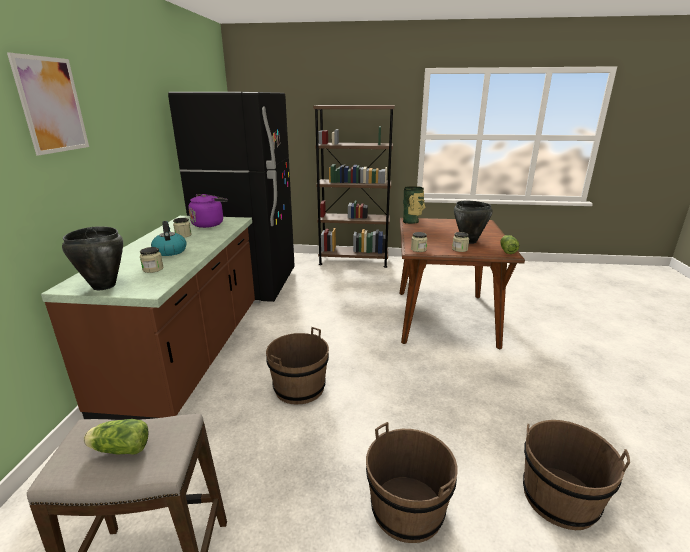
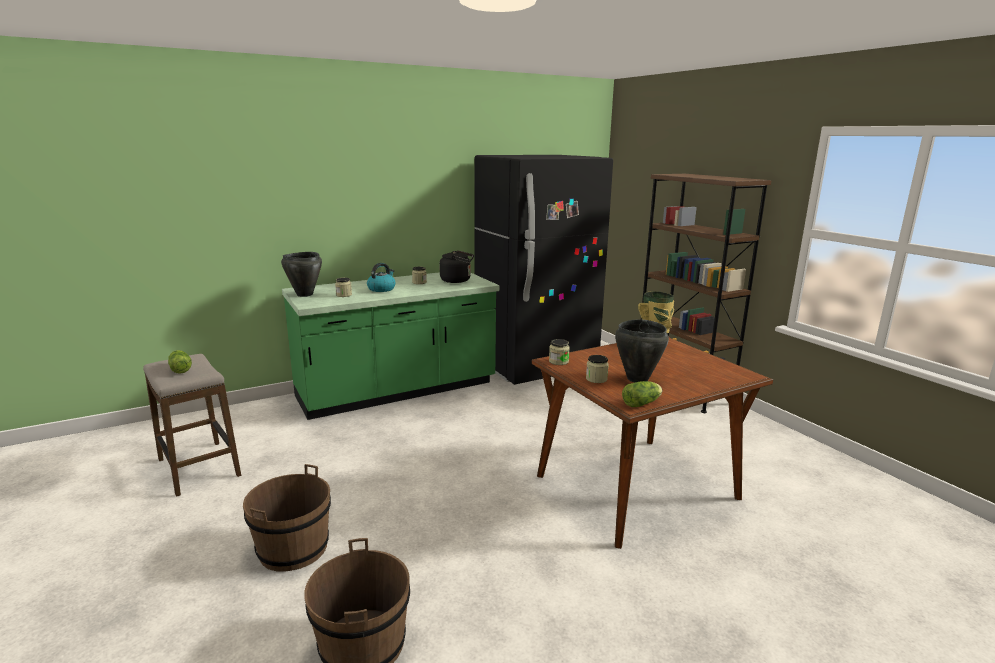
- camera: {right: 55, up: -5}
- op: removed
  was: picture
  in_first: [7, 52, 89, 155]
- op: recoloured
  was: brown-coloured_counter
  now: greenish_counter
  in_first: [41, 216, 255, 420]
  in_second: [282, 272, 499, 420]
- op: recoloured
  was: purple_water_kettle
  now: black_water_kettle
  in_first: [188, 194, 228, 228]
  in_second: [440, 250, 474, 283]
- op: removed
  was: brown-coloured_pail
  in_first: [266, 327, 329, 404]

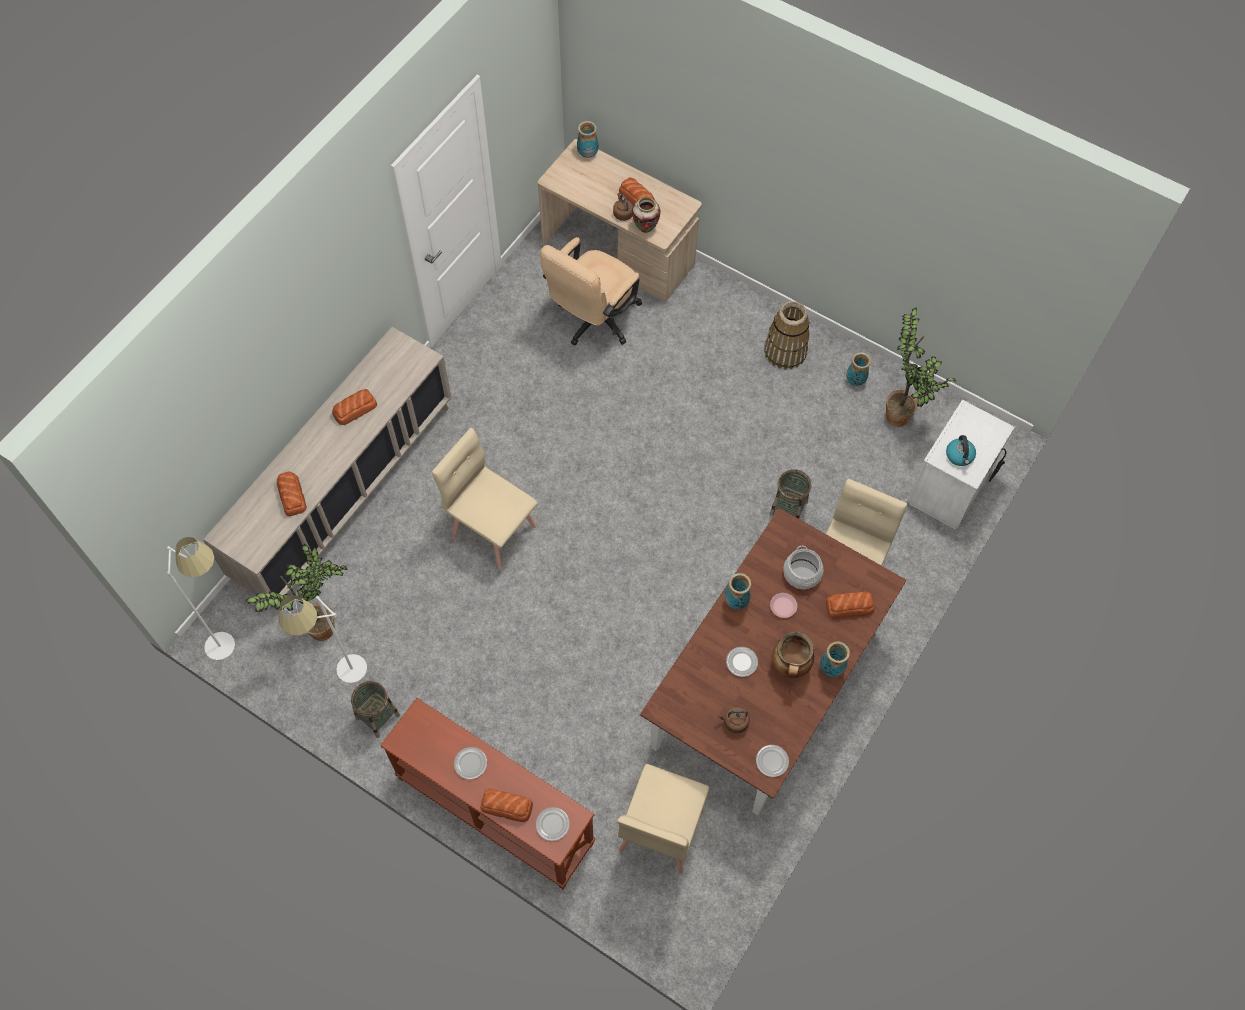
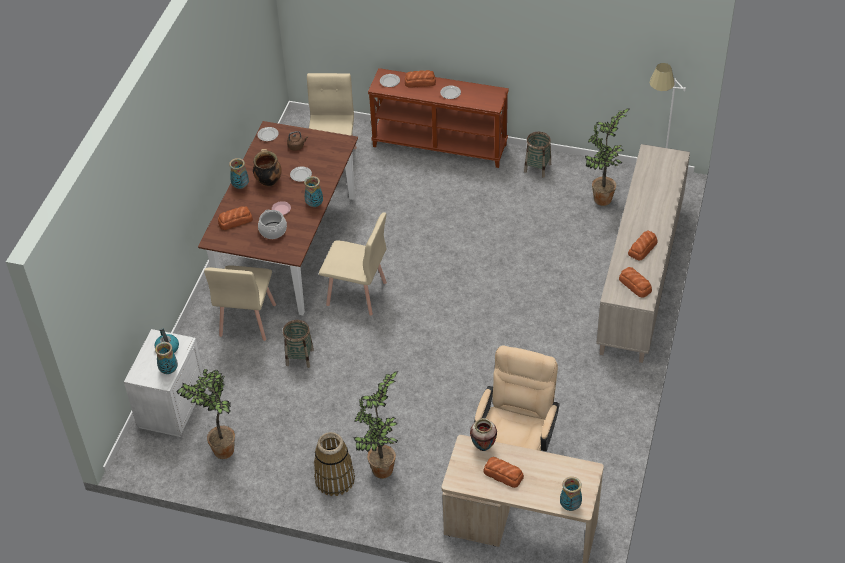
- camera: {right: 165, up: -15}
- op: moved
  was: bread
  in_first: [277, 472, 307, 516]
  in_second: [619, 267, 652, 298]
- op: removed
  was: white_standard_lamp
  in_first: [279, 595, 367, 683]
- op: moved
  was: sand-coloured_chair
  in_first: [432, 428, 538, 570]
  in_second: [319, 212, 387, 316]
- op: removed
  was: brown-coloured_water_kettle
  in_first: [613, 193, 633, 221]
- op: moved
  was: flower_vase
  in_first: [846, 352, 871, 386]
  in_second: [155, 342, 178, 374]
- op: added
  now: potted_plant
  in_second: [353, 371, 398, 479]

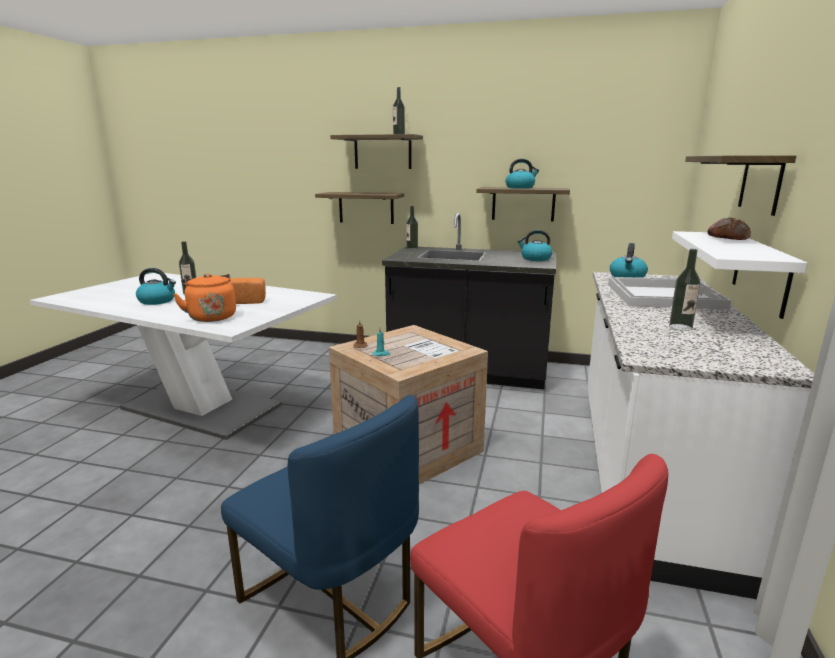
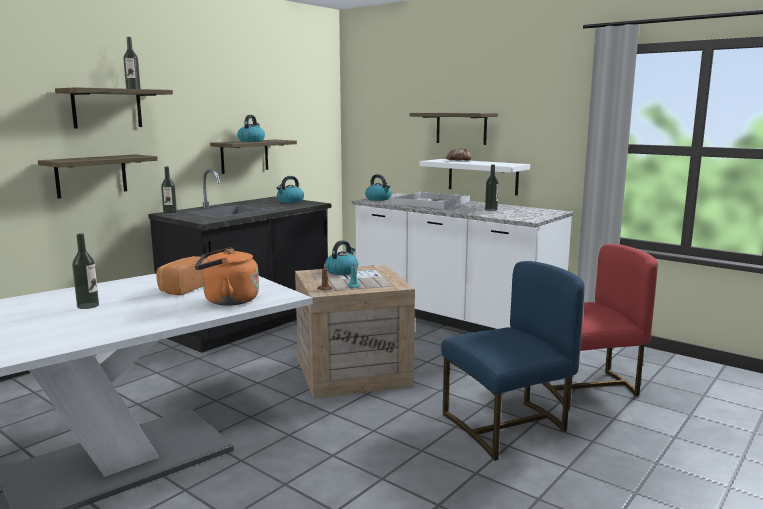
- camera: {right: -65, up: -5}
- op: moved
  was: water_kettle
  in_first: [136, 268, 176, 305]
  in_second: [325, 240, 358, 275]

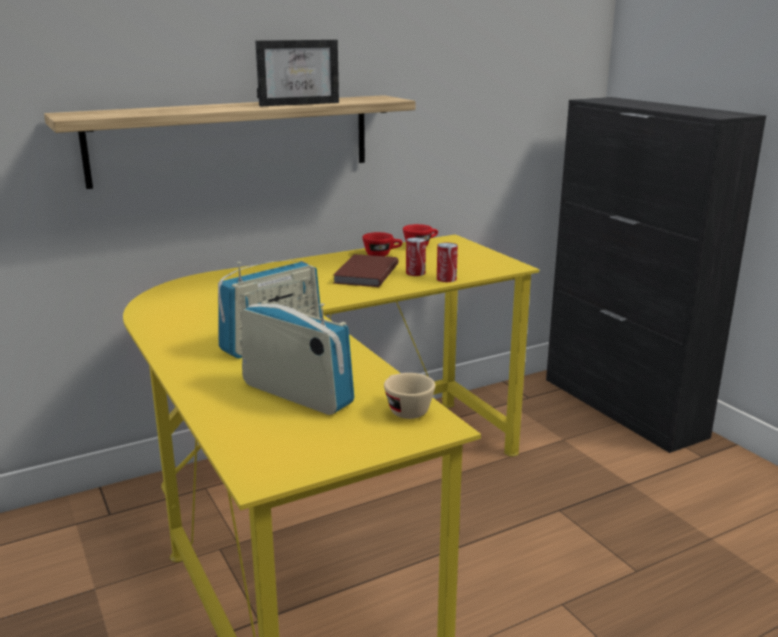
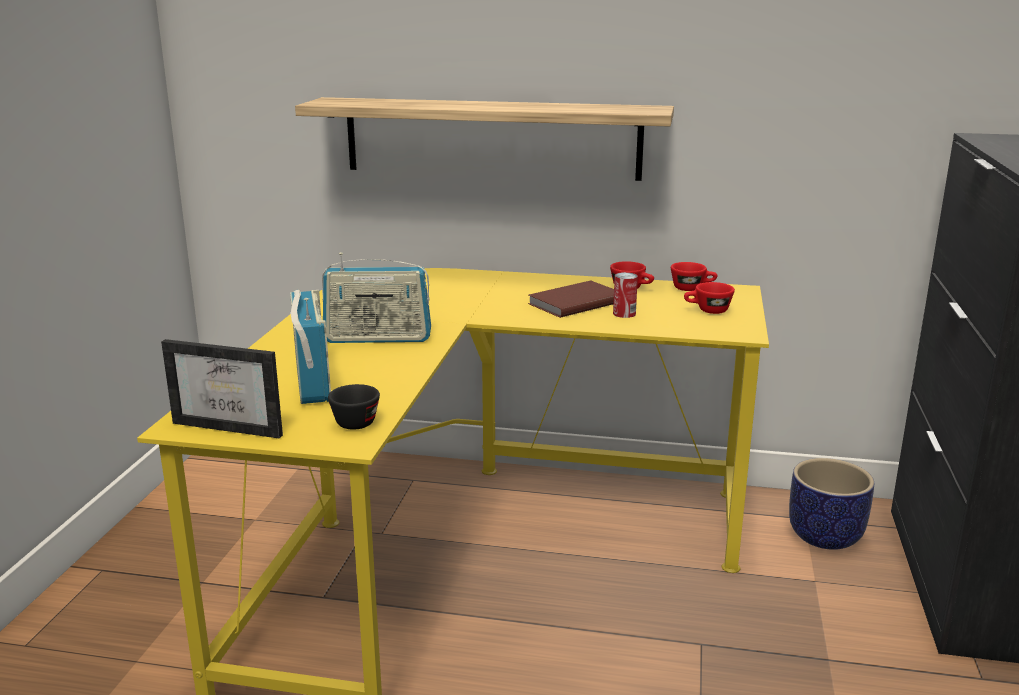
- camera: {right: 40, up: 0}
- op: moved
  was: standing_frame
  in_first: [255, 40, 339, 107]
  in_second: [161, 339, 283, 438]
- op: recoloured
  was: sand-coloured_small_cup
  now: black_small_cup
  in_first: [384, 373, 435, 419]
  in_second: [328, 384, 380, 429]
- op: removed
  was: sealed_can
  in_first: [437, 243, 458, 282]
- op: added
  now: red_small_cup
  in_second: [684, 282, 735, 314]
- op: added
  now: planter
  in_second: [789, 458, 874, 550]

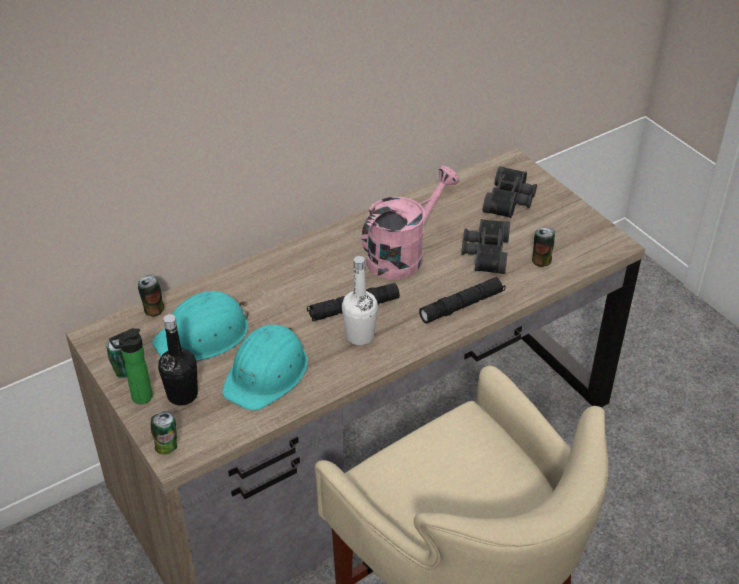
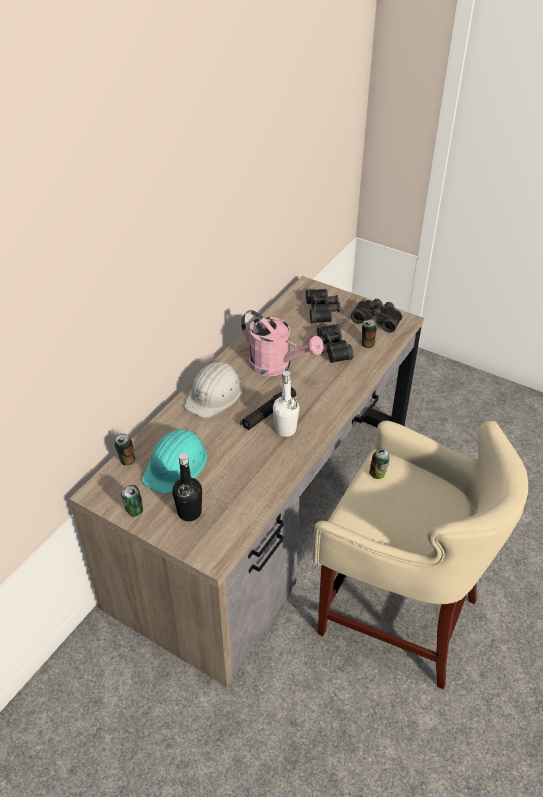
- camera: {right: -25, up: 0}
- op: removed
  was: beverage_bottle
  in_first: [109, 328, 153, 404]
- op: moved
  was: sealed_can
  in_first: [151, 411, 177, 454]
  in_second: [369, 448, 390, 479]
- op: removed
  was: turquoise-coloured_safety_helmet
  in_first: [222, 325, 308, 411]
- op: turned
  was: pink_watering_pot
  in_first: [361, 166, 459, 279]
  in_second: [241, 310, 324, 376]
  clockwise: 105
- op: removed
  was: black_flashlight
  in_first: [419, 277, 506, 323]
- op: added
  now: white_safety_helmet
  in_second: [184, 362, 243, 418]
- op: added
  now: black_binoculars
  in_second: [351, 299, 402, 333]

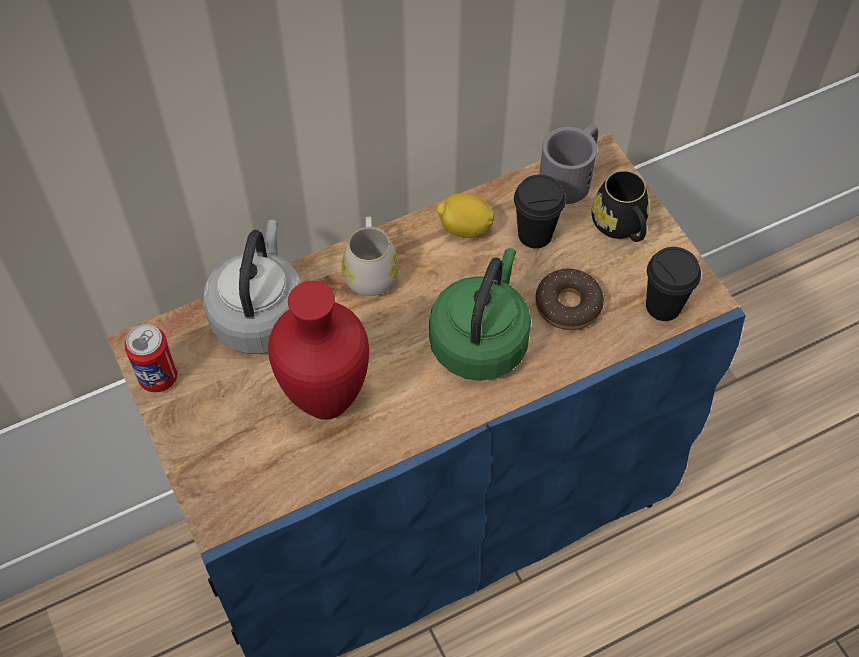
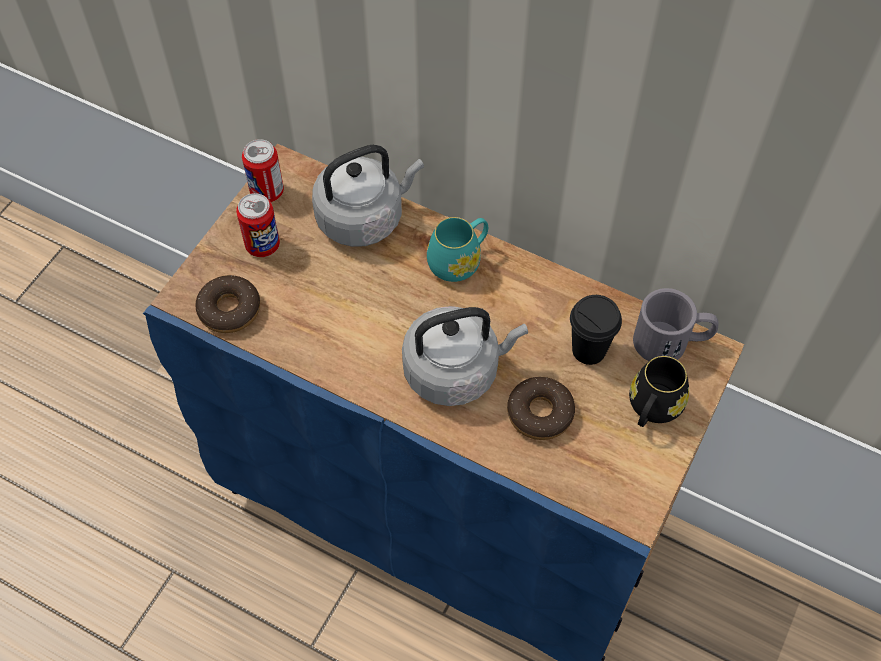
- camera: {right: 55, up: 0}
- op: removed
  was: red_flower_vase
  in_first: [268, 281, 369, 420]
- op: recoloured
  was: white_tea_mug
  now: turquoise-coloured_tea_mug
  in_first: [342, 217, 400, 296]
  in_second: [427, 217, 488, 282]
- op: recoloured
  was: greenish_water_kettle
  now: grey_water_kettle
  in_first: [429, 248, 531, 381]
  in_second: [402, 306, 528, 406]
- op: removed
  was: lemon
  in_first: [436, 193, 495, 238]
- op: removed
  was: black_small_cup
  in_first: [646, 247, 701, 321]
- op: added
  now: ring_doughnut
  in_second: [195, 275, 260, 333]
- op: added
  now: sealed_can
  in_second: [236, 193, 280, 257]

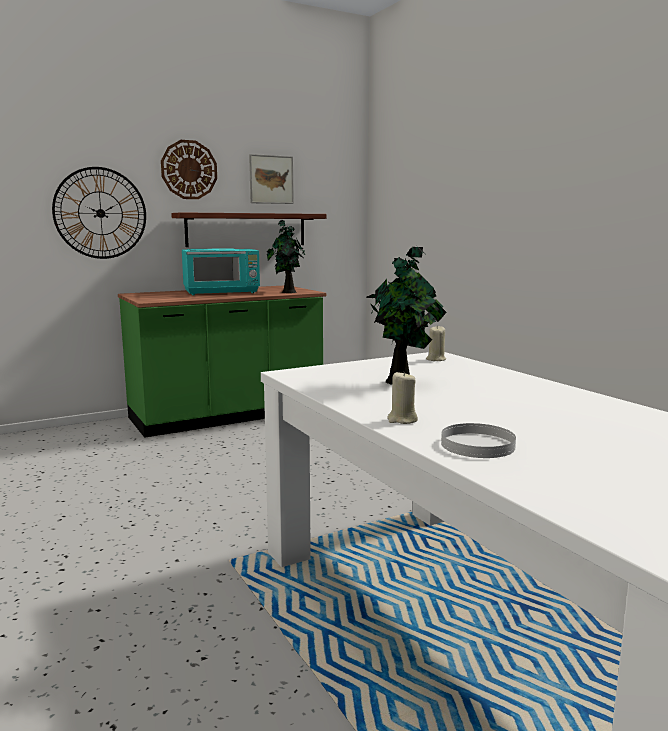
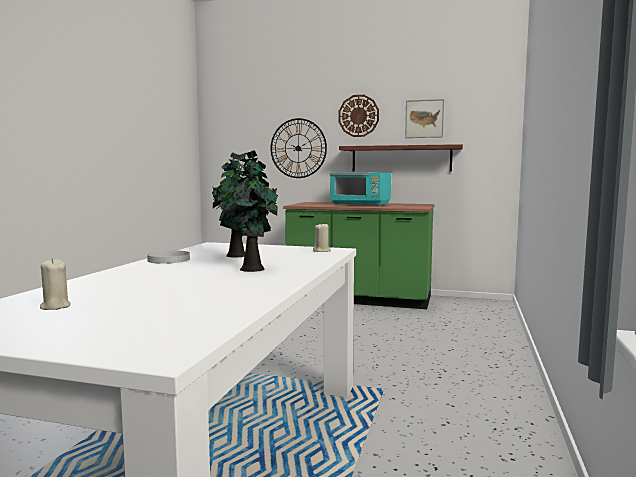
- camera: {right: 45, up: -5}
- op: moved
  was: potted_plant
  in_first: [267, 220, 305, 293]
  in_second: [220, 150, 278, 272]
- op: moved
  was: sand-coloured_wax_light
  in_first: [387, 371, 418, 424]
  in_second: [40, 258, 71, 310]
- op: moved
  was: white_plate
  in_first: [441, 423, 516, 458]
  in_second: [147, 250, 190, 264]

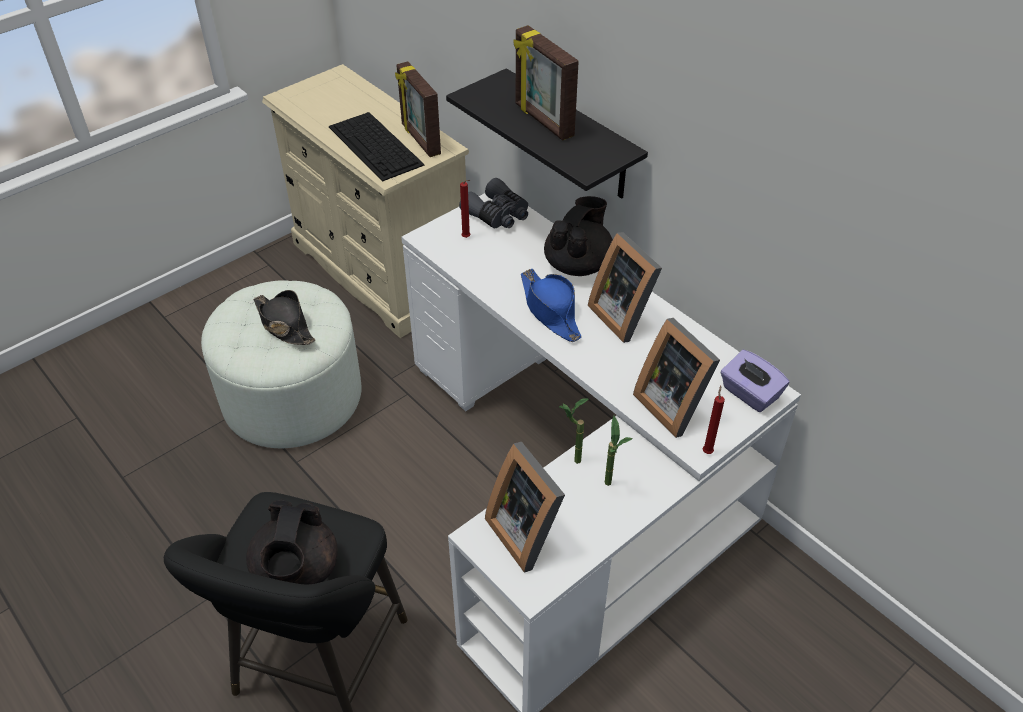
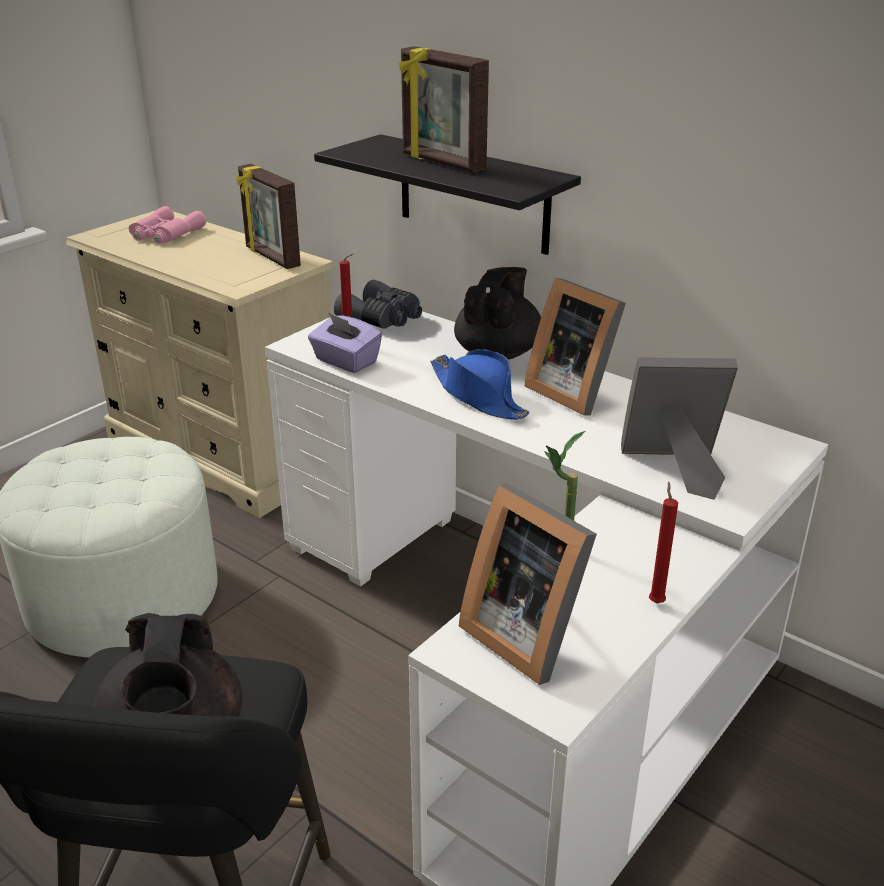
- camera: {right: -10, up: -15}
- op: removed
  was: black_wearable_hat
  in_first: [253, 290, 315, 345]
- op: removed
  was: PC_keyboard
  in_first: [329, 112, 425, 182]
- op: removed
  was: potted_plant
  in_first: [605, 416, 633, 486]
- op: turned
  was: standing_frame
  in_first: [633, 318, 720, 438]
  in_second: [621, 357, 738, 500]
  clockwise: 135
- op: moved
  was: red_wax_light
  in_first: [703, 385, 725, 454]
  in_second: [649, 482, 678, 603]
- op: moved
  was: purple_tissue_holder
  in_first: [721, 350, 789, 412]
  in_second: [308, 312, 382, 373]
- op: added
  now: pink_binoculars
  in_second: [129, 206, 206, 244]

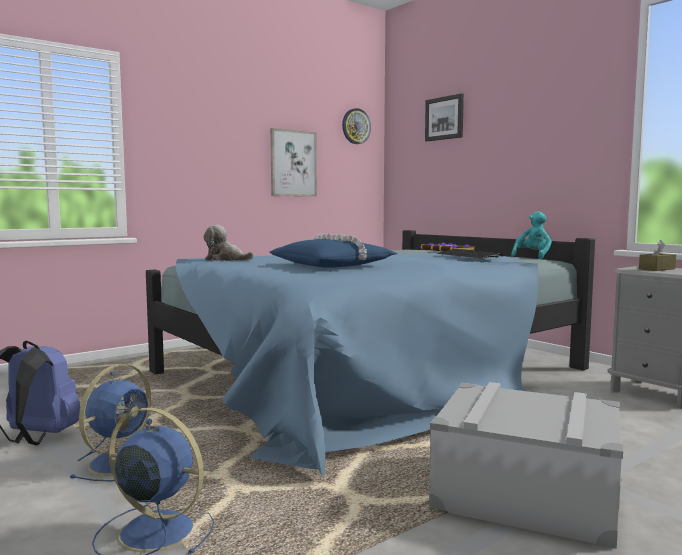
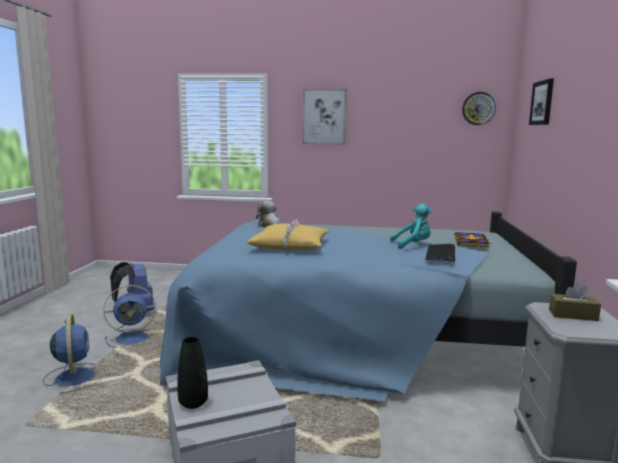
- camera: {right: 45, up: 5}
- op: moved
  was: picture
  in_first: [270, 128, 317, 197]
  in_second: [302, 89, 347, 145]
- op: recoloured
  was: blue-coloured_pillow
  now: yellow-coloured_pillow
  in_first: [270, 233, 397, 268]
  in_second: [247, 220, 329, 250]
- op: moved
  was: turquoise-coloured_plush_toy
  in_first: [511, 211, 552, 259]
  in_second: [390, 204, 432, 249]
- op: added
  now: black_flower_vase
  in_second: [177, 337, 208, 409]

